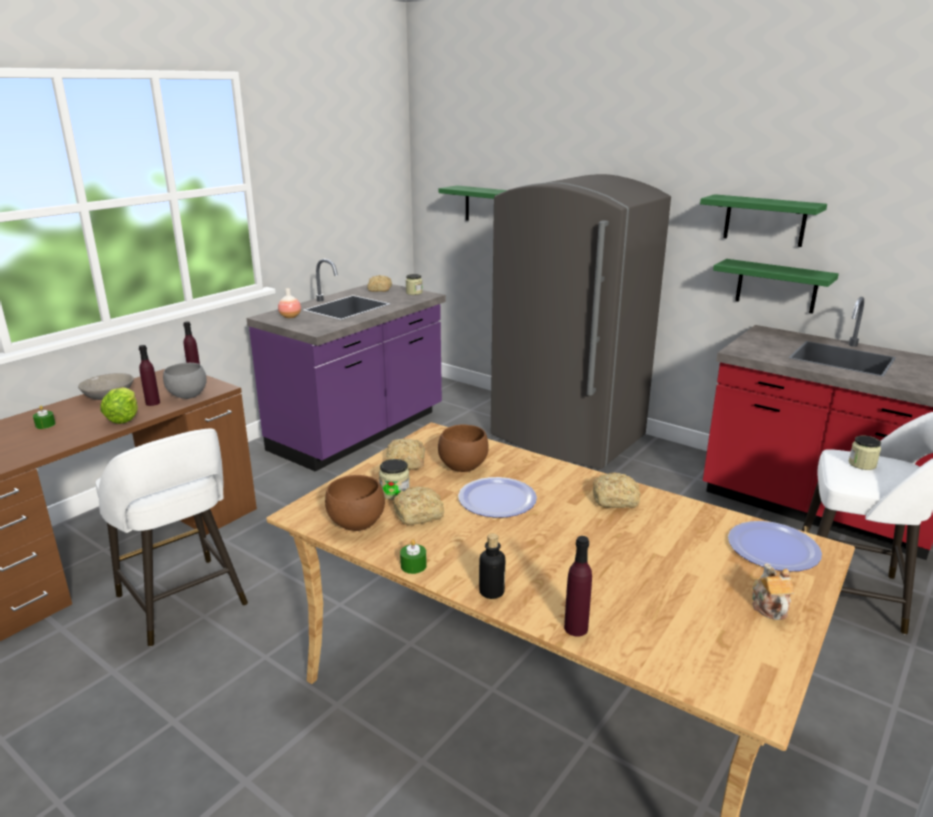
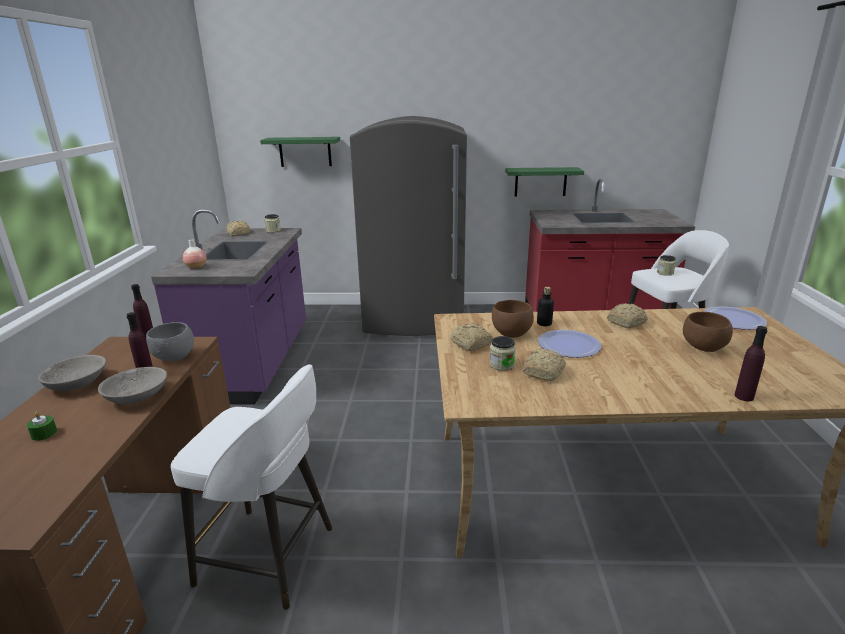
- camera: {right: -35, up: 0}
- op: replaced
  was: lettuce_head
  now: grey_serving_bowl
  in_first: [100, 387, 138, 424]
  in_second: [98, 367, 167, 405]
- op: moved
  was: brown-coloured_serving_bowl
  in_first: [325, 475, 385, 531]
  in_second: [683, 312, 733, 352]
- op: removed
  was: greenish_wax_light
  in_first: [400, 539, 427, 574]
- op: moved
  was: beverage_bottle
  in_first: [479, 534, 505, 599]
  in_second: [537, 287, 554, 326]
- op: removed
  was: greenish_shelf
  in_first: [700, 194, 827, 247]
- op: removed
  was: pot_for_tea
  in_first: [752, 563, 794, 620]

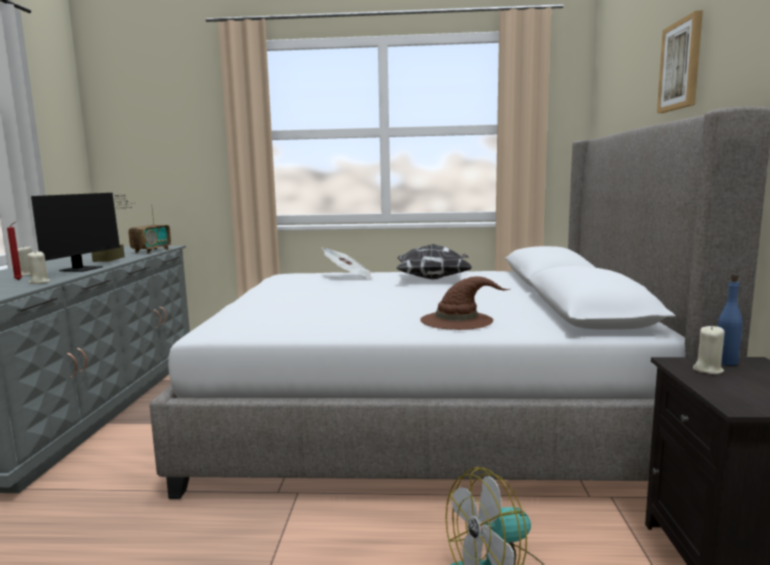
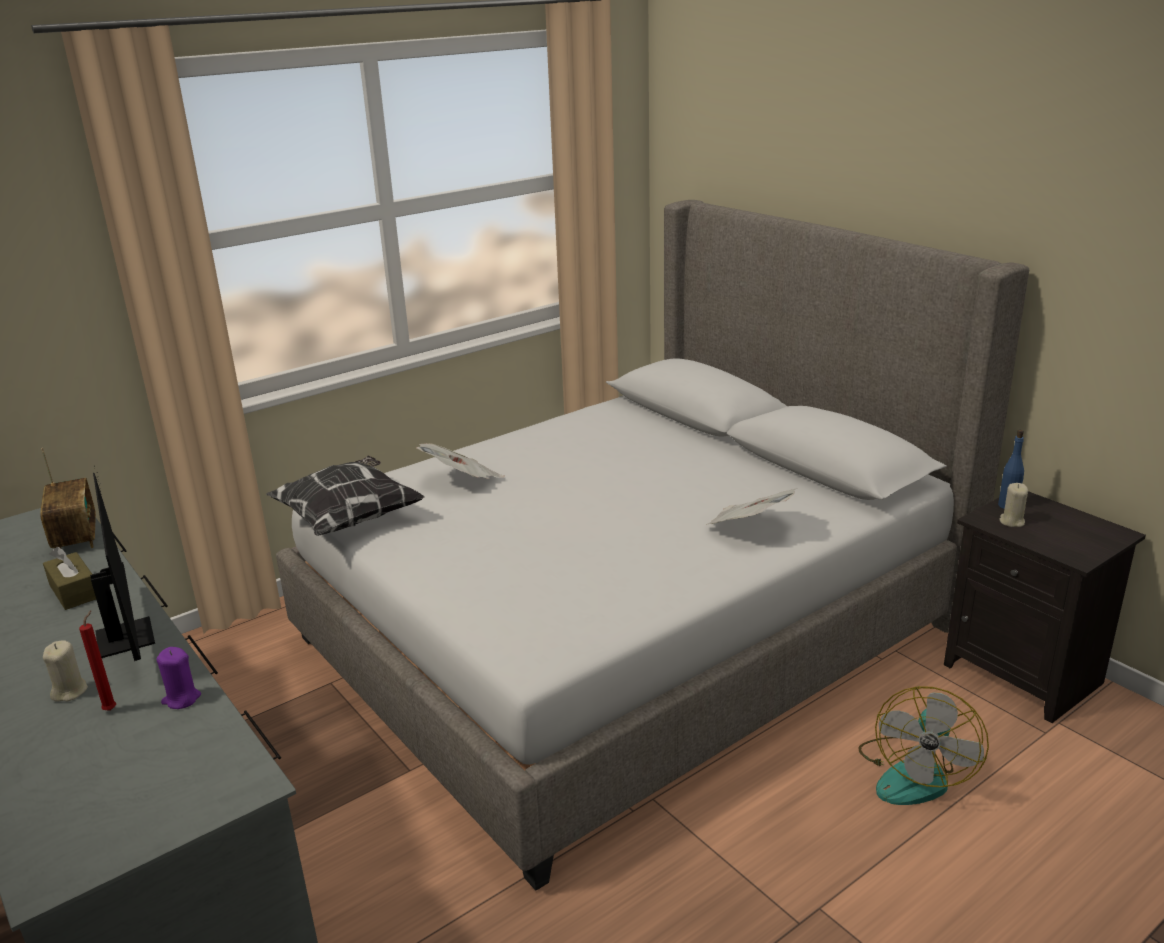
- camera: {right: -40, up: 15}
- op: recoloured
  was: sand-coloured_wax_light
  now: purple_wax_light
  in_first: [27, 252, 50, 284]
  in_second: [157, 647, 201, 709]
- op: moved
  was: pillow
  in_first: [397, 244, 472, 280]
  in_second: [266, 456, 425, 536]
- op: replaced
  was: brown-coloured_wearable_hat
  now: newspaper
  in_first: [420, 276, 510, 330]
  in_second: [706, 488, 797, 525]
- op: removed
  was: picture
  in_first: [657, 10, 703, 113]

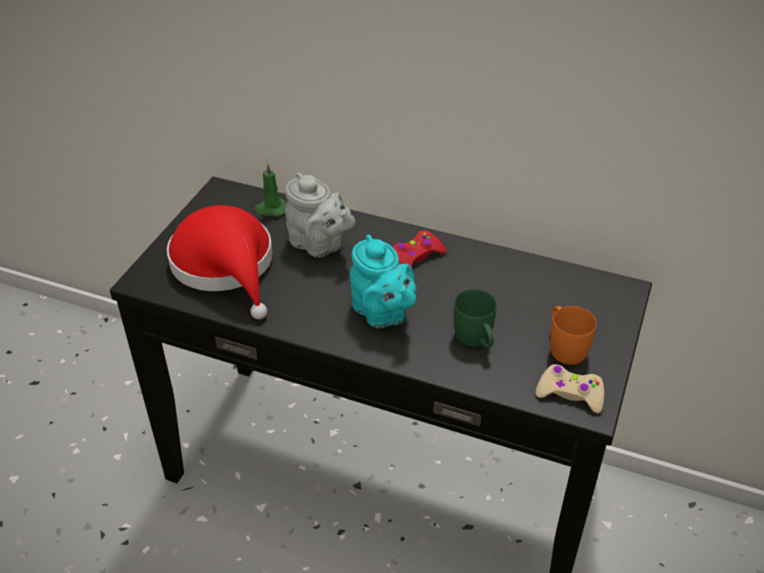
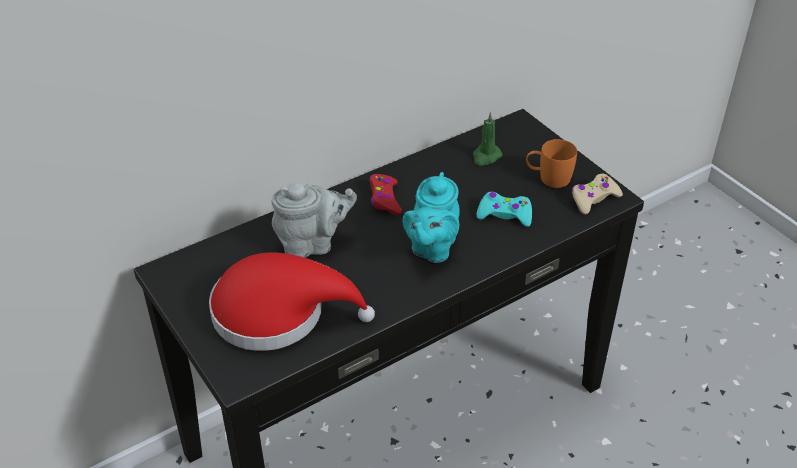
- camera: {right: -55, up: 0}
- op: moved
  was: greenish_wax_light
  in_first: [254, 163, 287, 216]
  in_second: [473, 112, 503, 166]
- op: turned
  was: turquoise-coloured_pot_for_tea
  in_first: [350, 235, 417, 328]
  in_second: [403, 172, 460, 263]
  clockwise: 105
- op: replaced
  was: greenish_tea_mug
  now: turquoise-coloured_joypad
  in_first: [454, 289, 497, 348]
  in_second: [477, 192, 532, 227]

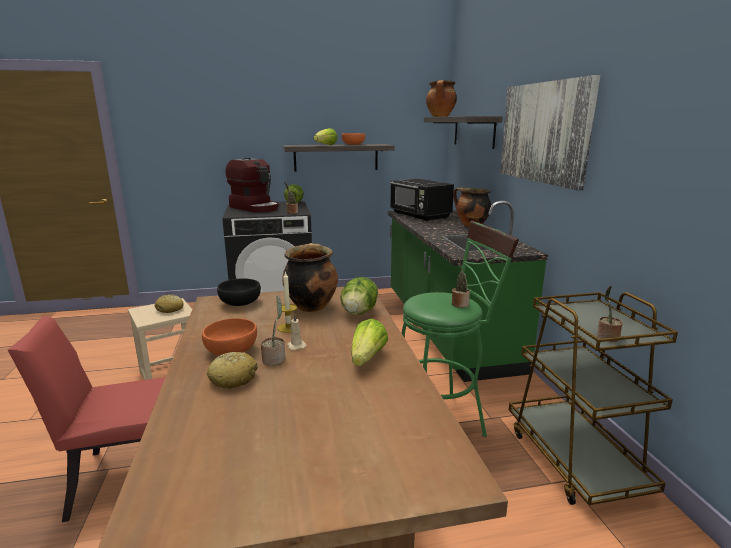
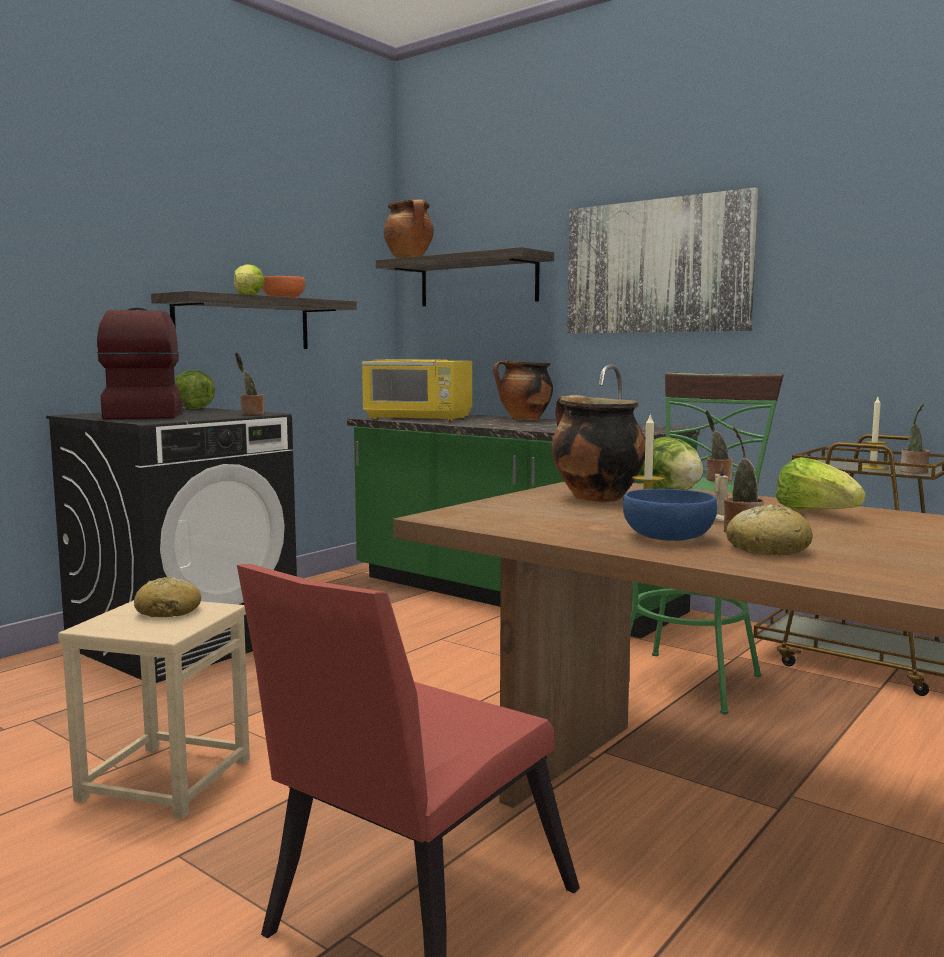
- camera: {right: -40, up: -10}
- op: recoloured
  was: orange-coloured_serving_bowl
  now: blue-coloured_serving_bowl
  in_first: [202, 318, 257, 356]
  in_second: [623, 489, 718, 541]
- op: removed
  was: black_serving_bowl
  in_first: [217, 279, 261, 306]
- op: turned
  was: coffee_machine
  in_first: [226, 158, 279, 212]
  in_second: [97, 308, 184, 419]
  clockwise: -105
- op: recoloured
  was: black_kitchen_microwave
  now: yellow-coloured_kitchen_microwave
  in_first: [390, 179, 454, 221]
  in_second: [361, 359, 472, 421]
- op: added
  now: wax_light
  in_second: [862, 397, 888, 470]

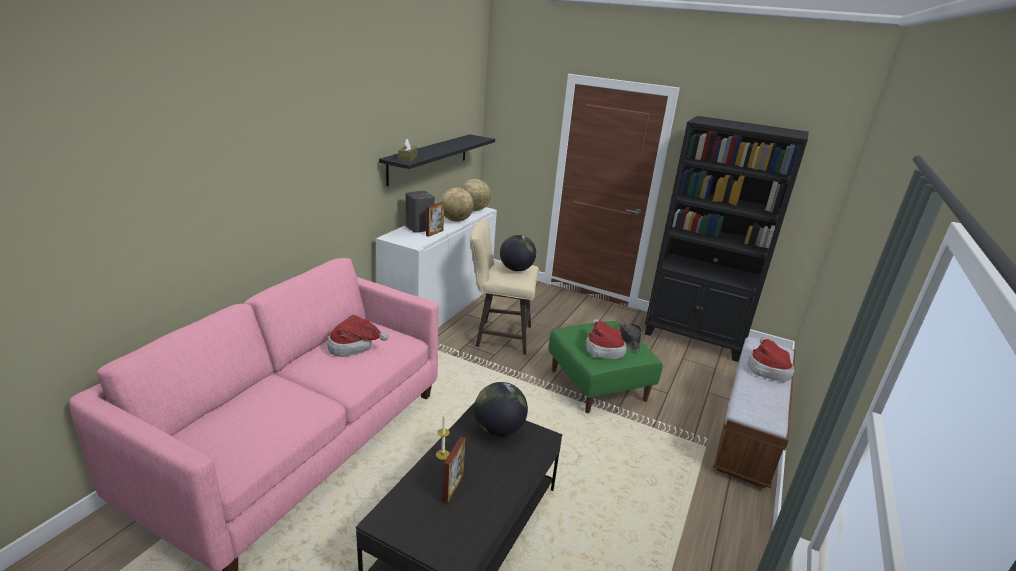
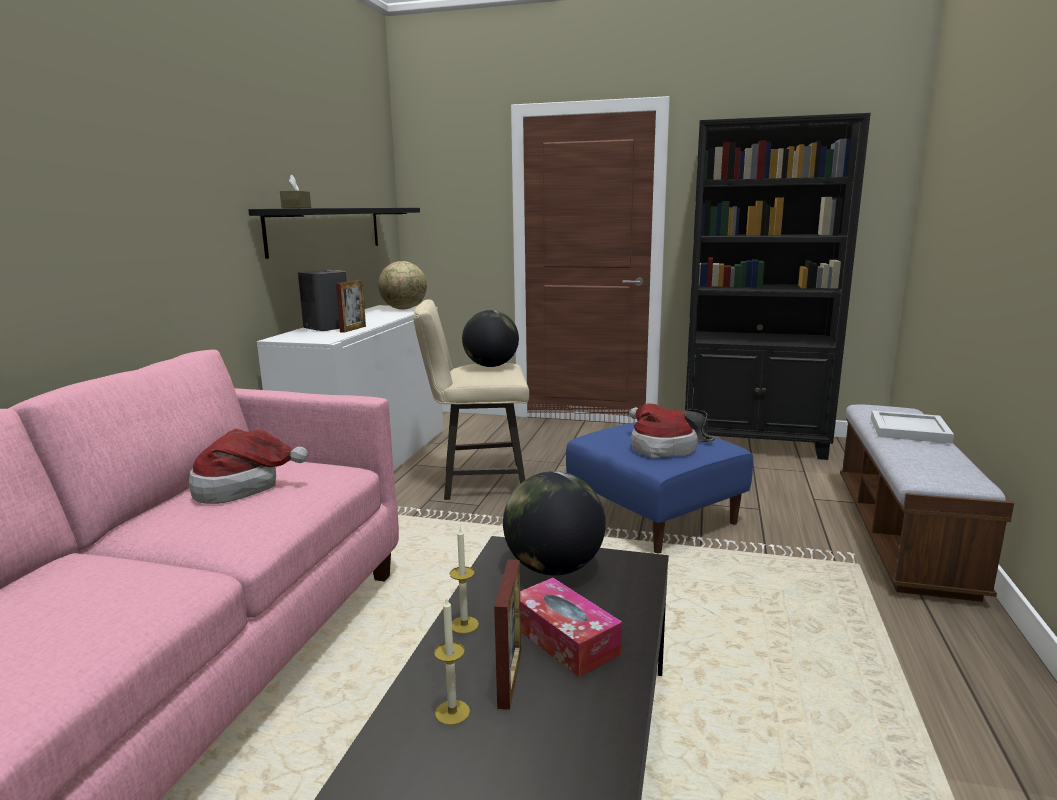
- camera: {right: -10, up: -10}
- op: removed
  was: world_globe
  in_first: [440, 188, 474, 222]
- op: recoloured
  was: greenish_ottoman
  now: blue-coloured_ottoman
  in_first: [549, 321, 663, 413]
  in_second: [566, 422, 753, 553]
- op: replaced
  was: wearable_hat
  now: white_serving_tray
  in_first: [748, 337, 794, 382]
  in_second: [871, 410, 954, 444]
- op: added
  now: wax_light
  in_second: [434, 597, 470, 725]
- op: added
  now: tissue_holder
  in_second: [520, 578, 622, 677]

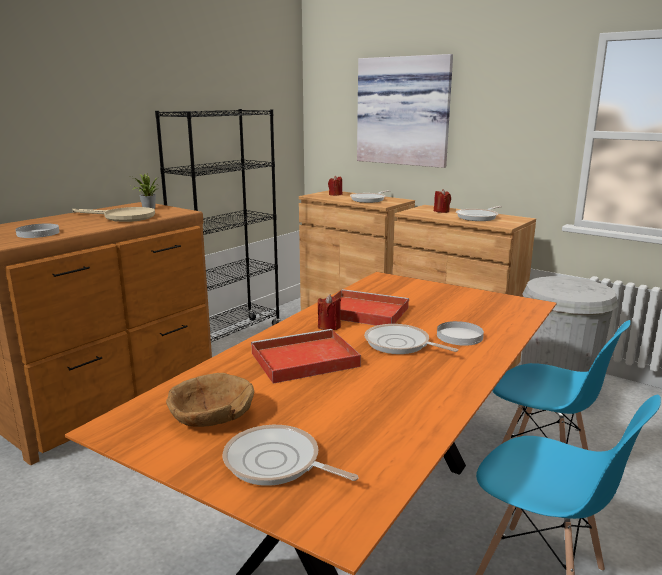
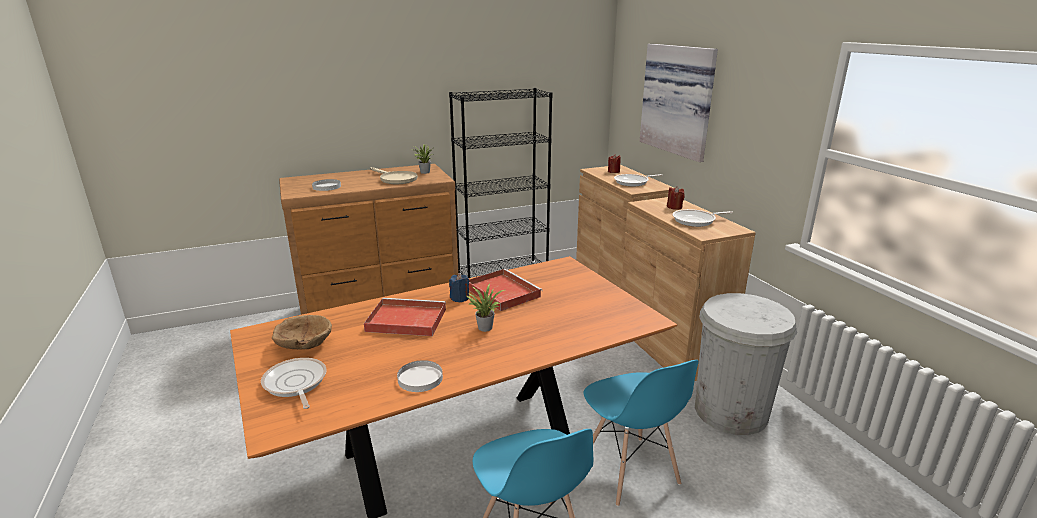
- camera: {right: 30, up: 5}
- op: recoloured
  was: red_wax_light
  now: blue-coloured_wax_light
  in_first: [318, 294, 341, 330]
  in_second: [449, 274, 469, 302]
- op: replaced
  was: frying_pan
  now: potted_plant
  in_first: [364, 324, 458, 354]
  in_second: [466, 284, 505, 332]
- op: moved
  was: white_plate
  in_first: [437, 321, 484, 346]
  in_second: [397, 360, 443, 392]

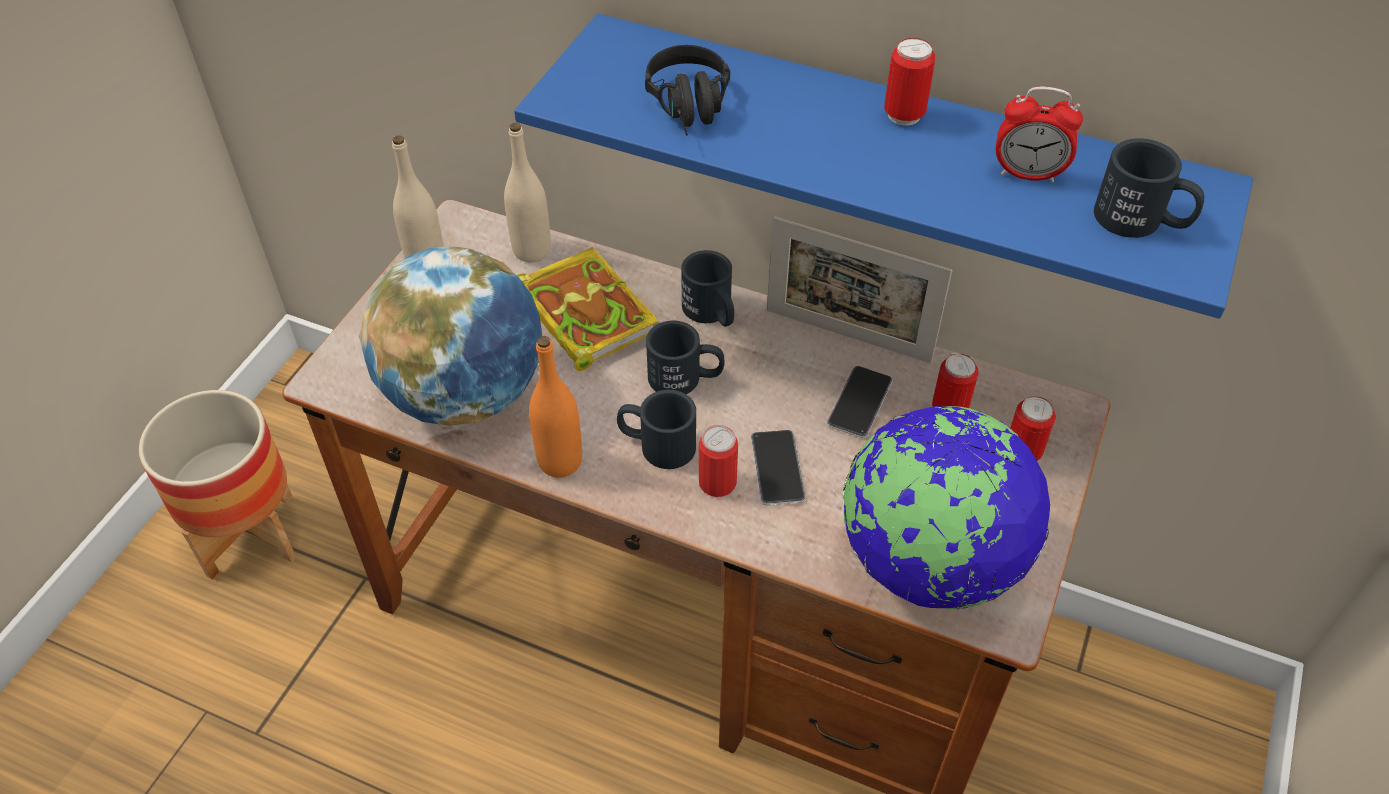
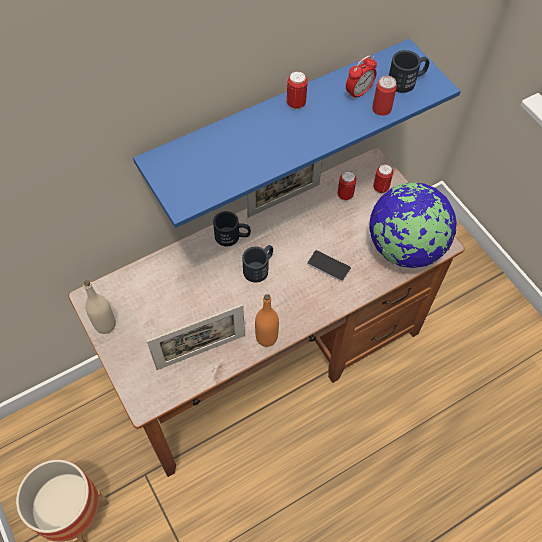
- camera: {right: -55, up: 10}
- op: replaced
  was: world_globe
  now: standing_frame
  in_first: [359, 246, 542, 426]
  in_second: [147, 304, 245, 370]
- op: removed
  was: sand-coloured_beverage_bottle
  in_first: [504, 123, 551, 263]
- op: removed
  was: book
  in_first: [517, 247, 658, 371]
- op: removed
  was: black_tea_mug
  in_first: [617, 390, 696, 469]
- op: removed
  was: black_pair_of_headphones
  in_first: [645, 45, 730, 136]
- op: moved
  was: sealed_can
  in_first: [699, 425, 738, 497]
  in_second: [372, 76, 397, 116]
- op: removed
  was: handset
  in_first: [827, 366, 893, 438]

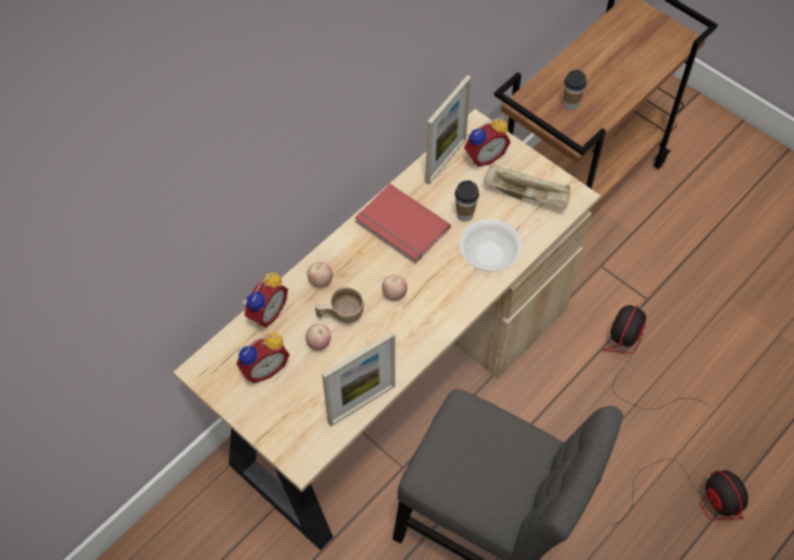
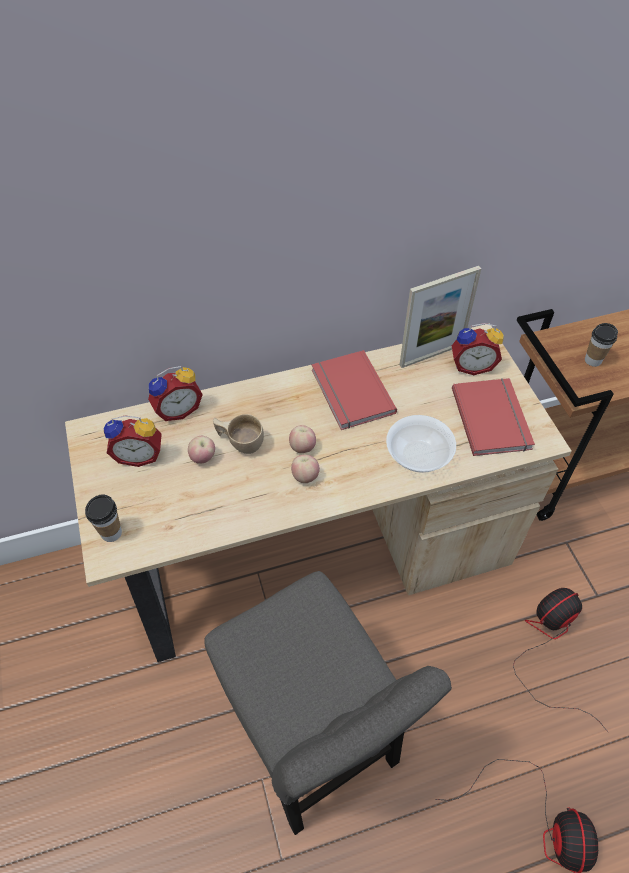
- camera: {right: 30, up: -5}
- op: moved
  was: apple
  in_first: [307, 262, 333, 288]
  in_second: [291, 454, 320, 483]
- op: removed
  was: standing_frame
  in_first: [322, 331, 395, 426]
- op: moved
  was: small_cup
  in_first: [455, 180, 479, 221]
  in_second: [85, 495, 122, 542]
- op: replaced
  was: sand-coloured_serving_tray
  now: red_book
  in_first: [484, 164, 571, 209]
  in_second: [452, 378, 535, 456]

